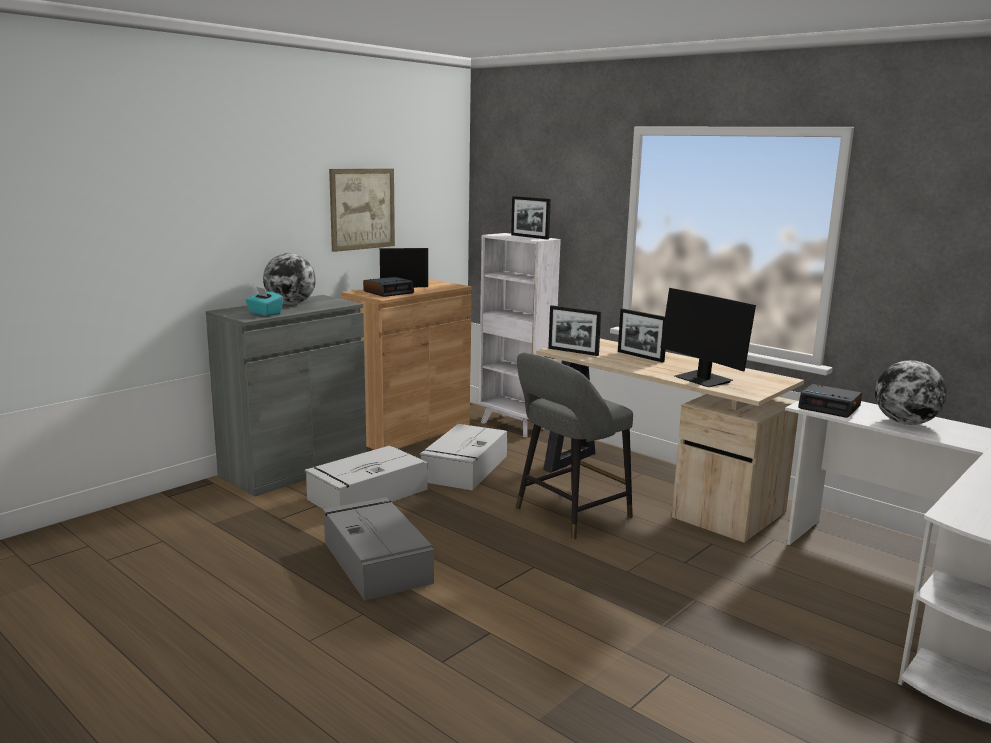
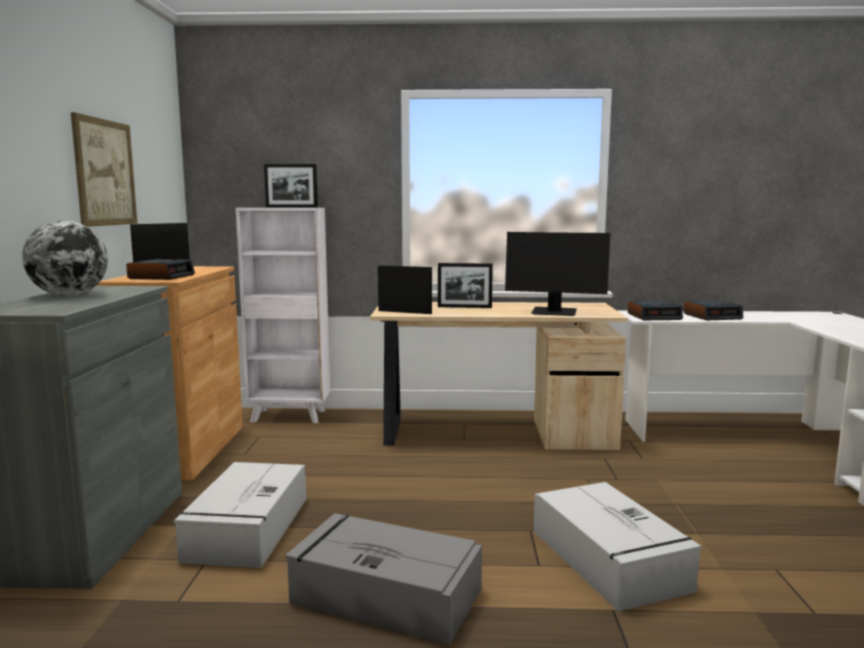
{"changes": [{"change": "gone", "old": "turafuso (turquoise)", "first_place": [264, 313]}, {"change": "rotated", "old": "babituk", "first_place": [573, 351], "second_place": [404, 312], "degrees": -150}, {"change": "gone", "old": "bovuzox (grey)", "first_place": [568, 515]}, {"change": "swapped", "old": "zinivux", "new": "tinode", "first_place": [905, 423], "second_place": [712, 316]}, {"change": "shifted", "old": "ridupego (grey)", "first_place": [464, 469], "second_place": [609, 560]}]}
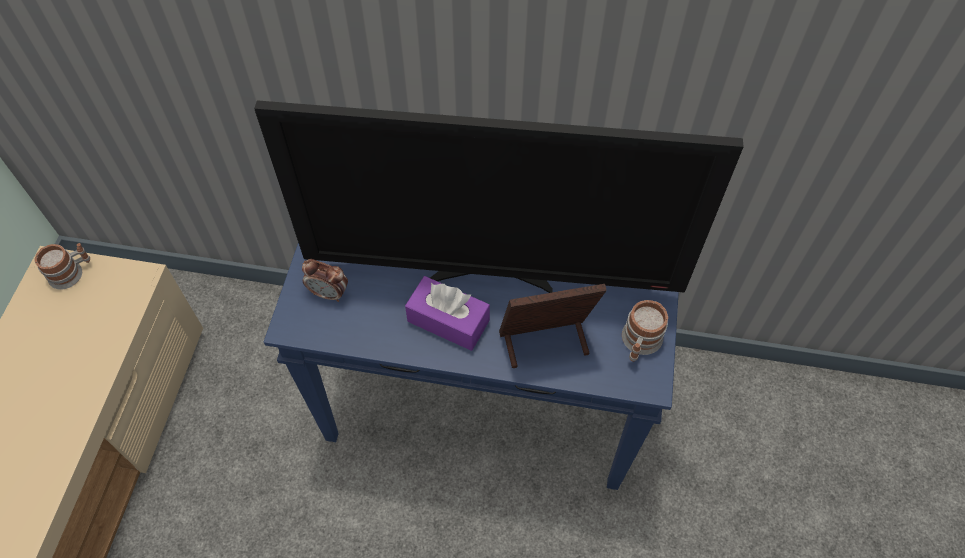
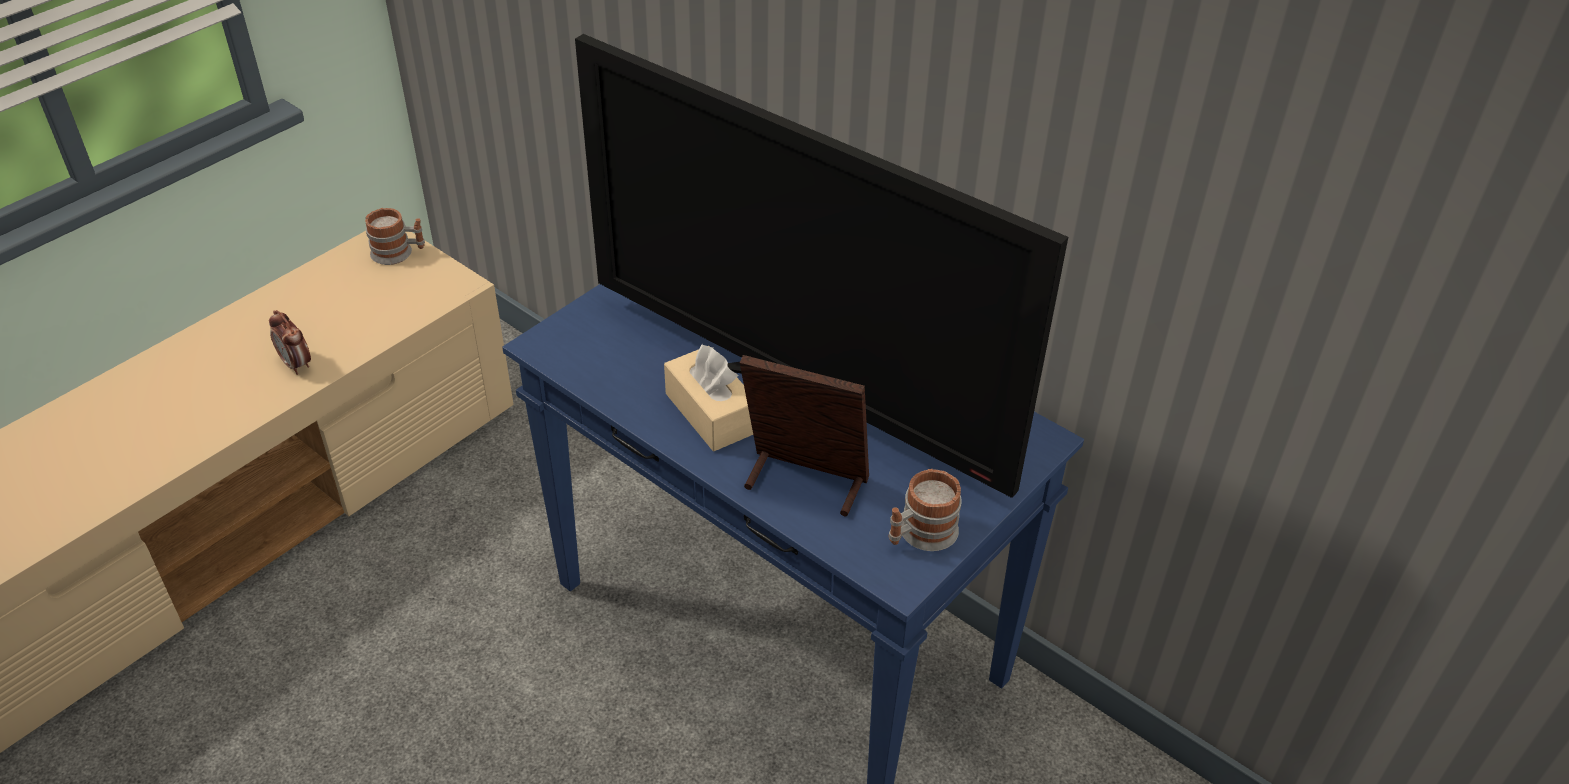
{"changes": [{"change": "shifted", "old": "tinode", "first_place": [329, 293], "second_place": [296, 364]}, {"change": "repainted", "old": "turafuso (purple)", "new": "turafuso (beige)", "first_place": [448, 321], "second_place": [711, 413]}]}
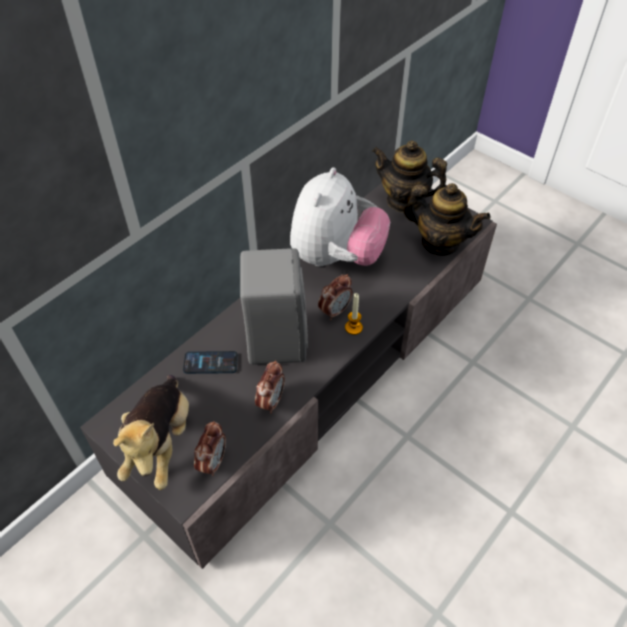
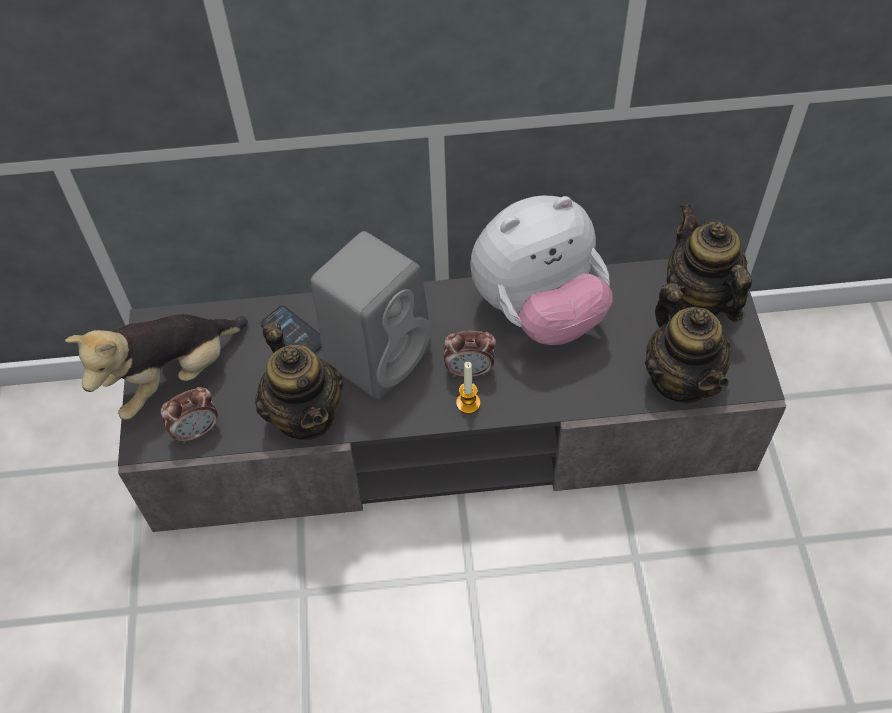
{"changes": [{"change": "swapped", "old": "tinode", "new": "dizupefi", "first_place": [271, 401], "second_place": [306, 415]}]}
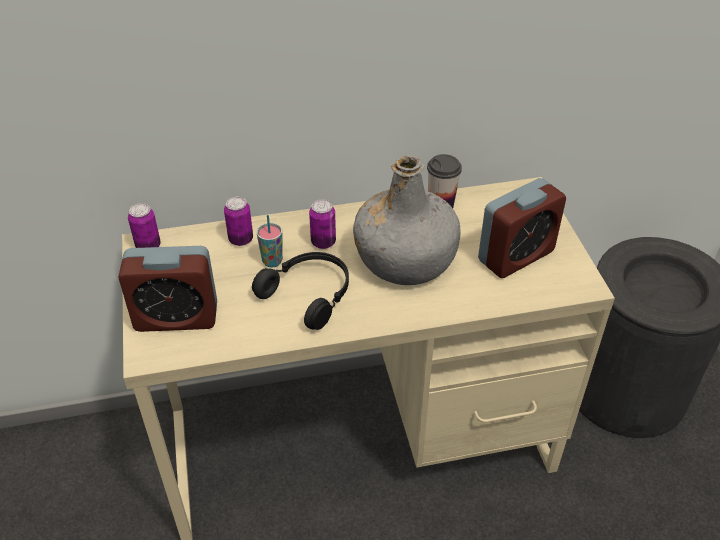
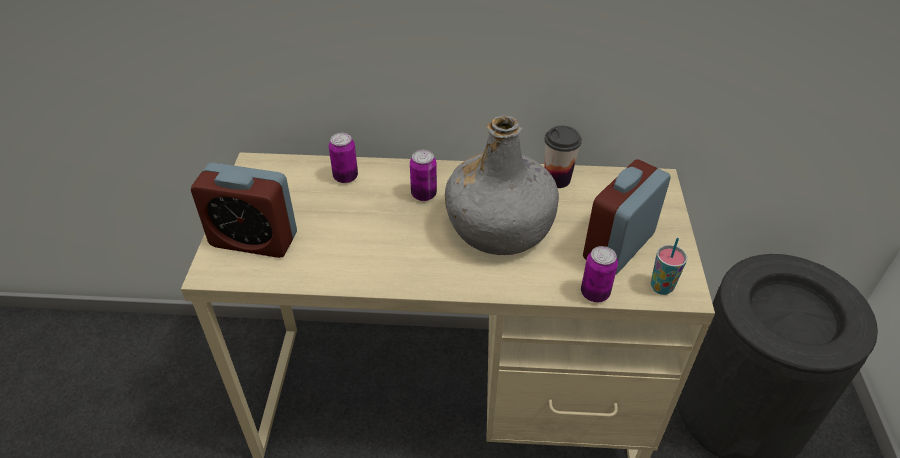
{"changes": [{"change": "rotated", "old": "tinode", "first_place": [516, 256], "second_place": [618, 246], "degrees": 150}, {"change": "shifted", "old": "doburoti", "first_place": [148, 246], "second_place": [594, 293]}, {"change": "shifted", "old": "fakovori", "first_place": [272, 261], "second_place": [661, 287]}, {"change": "gone", "old": "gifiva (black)", "first_place": [309, 294]}]}
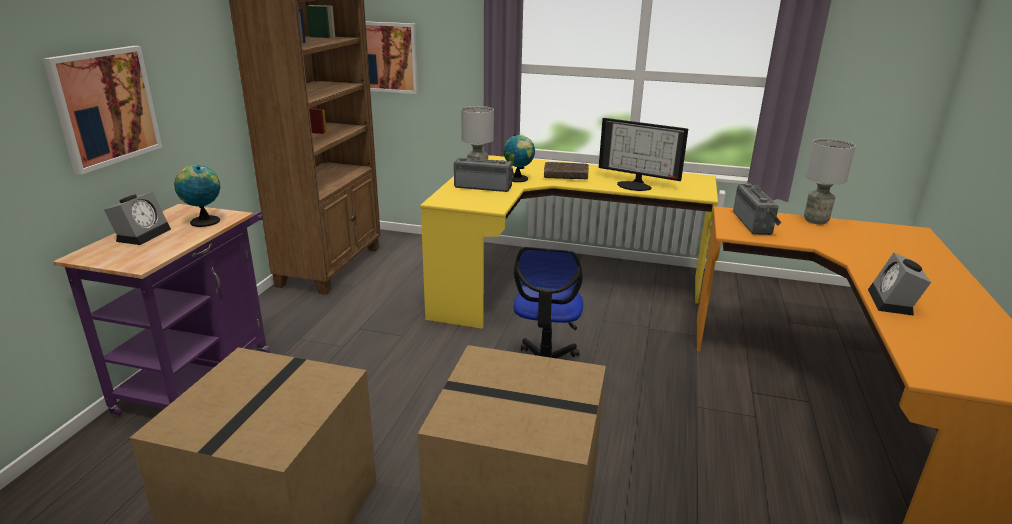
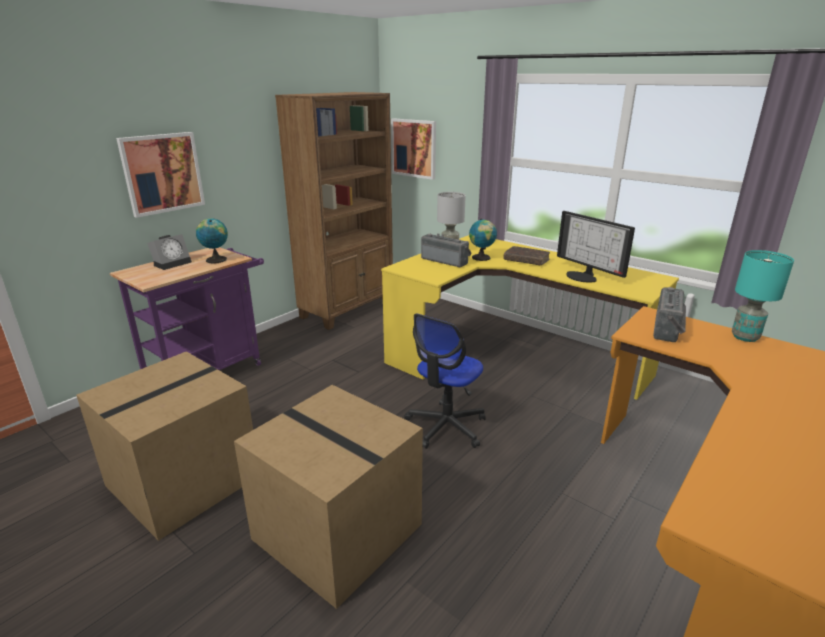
{"changes": [{"change": "repainted", "old": "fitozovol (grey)", "new": "fitozovol (turquoise)", "first_place": [816, 221], "second_place": [745, 337]}, {"change": "gone", "old": "tinode", "first_place": [893, 303]}]}
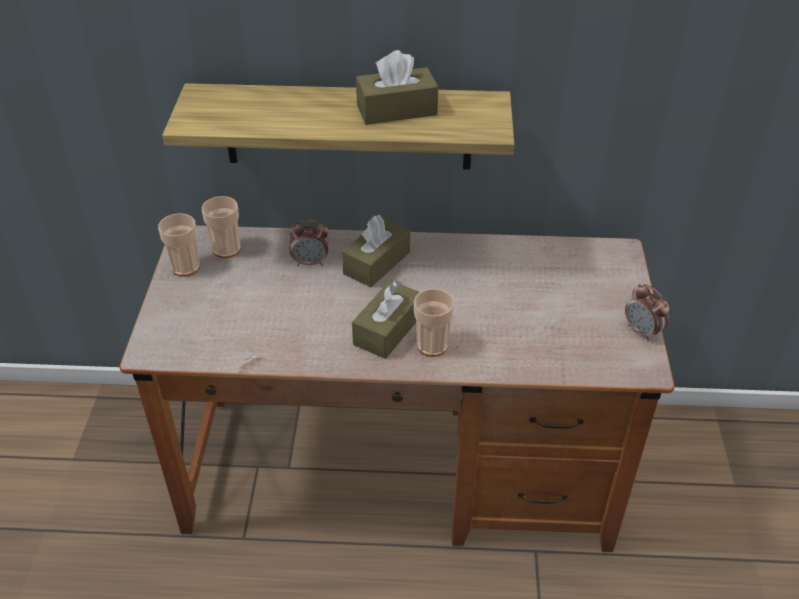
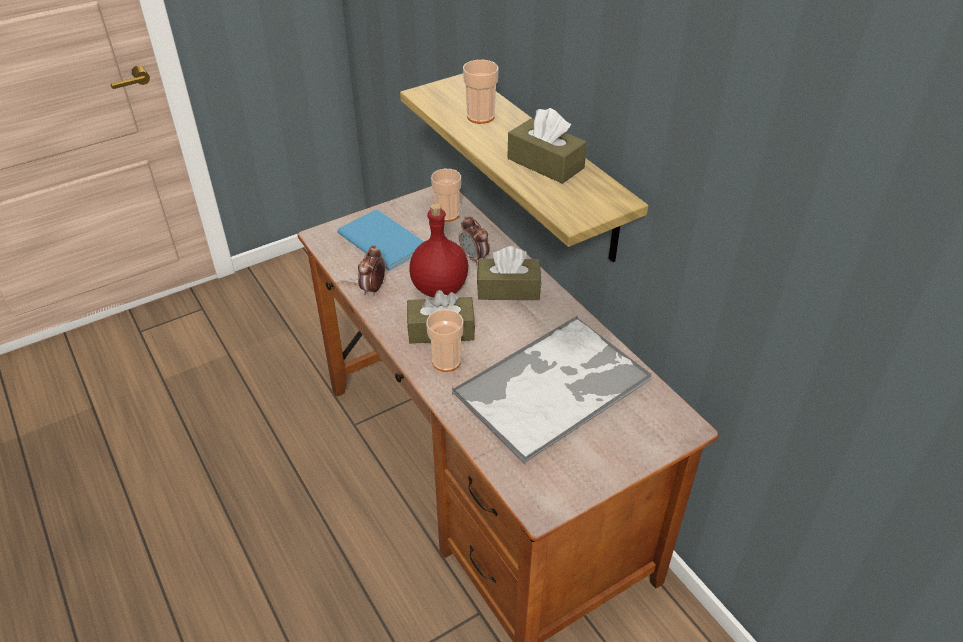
{"changes": [{"change": "shifted", "old": "fakovori", "first_place": [185, 267], "second_place": [480, 117]}, {"change": "shifted", "old": "tinode", "first_place": [642, 331], "second_place": [373, 289]}, {"change": "new", "new": "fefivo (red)", "second_place": [439, 288]}, {"change": "new", "new": "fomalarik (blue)", "second_place": [383, 239]}, {"change": "new", "new": "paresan", "second_place": [553, 386]}]}
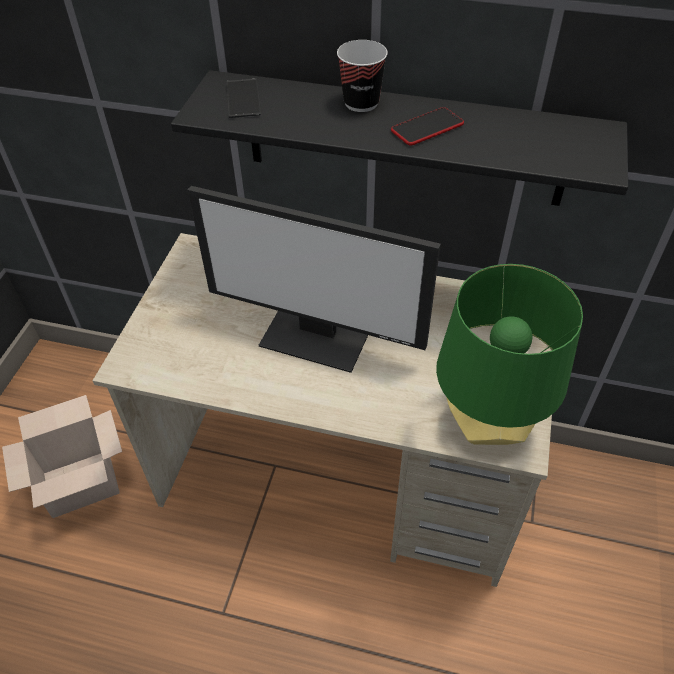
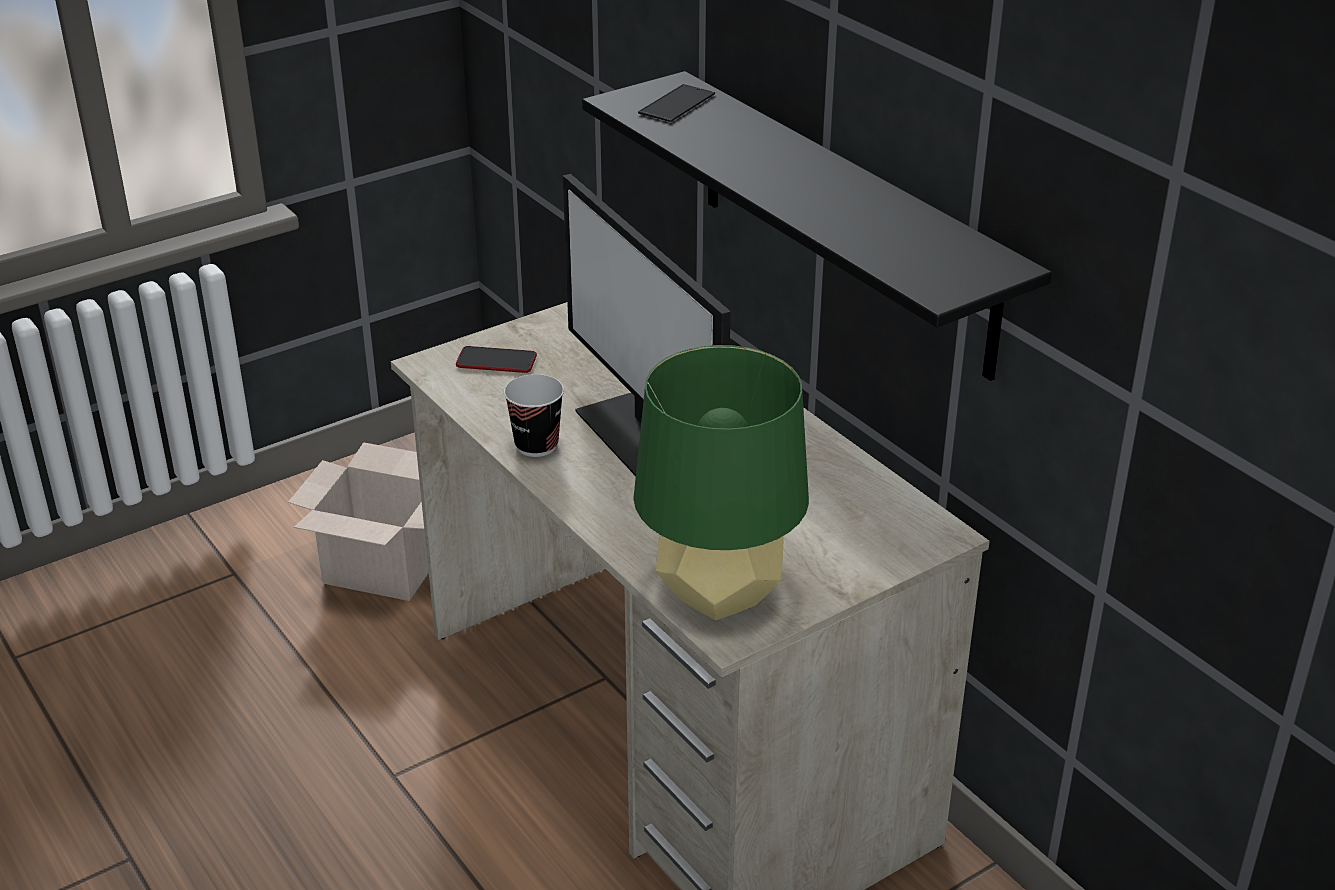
{"changes": [{"change": "shifted", "old": "fakovori", "first_place": [361, 103], "second_place": [536, 445]}, {"change": "shifted", "old": "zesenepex", "first_place": [427, 128], "second_place": [496, 361]}]}
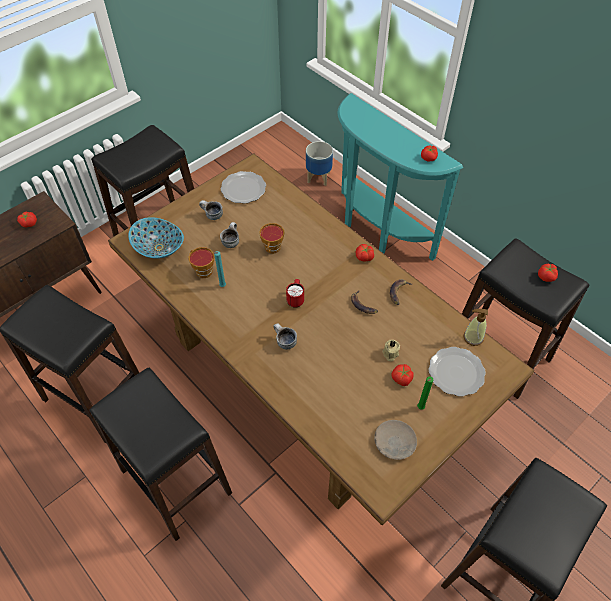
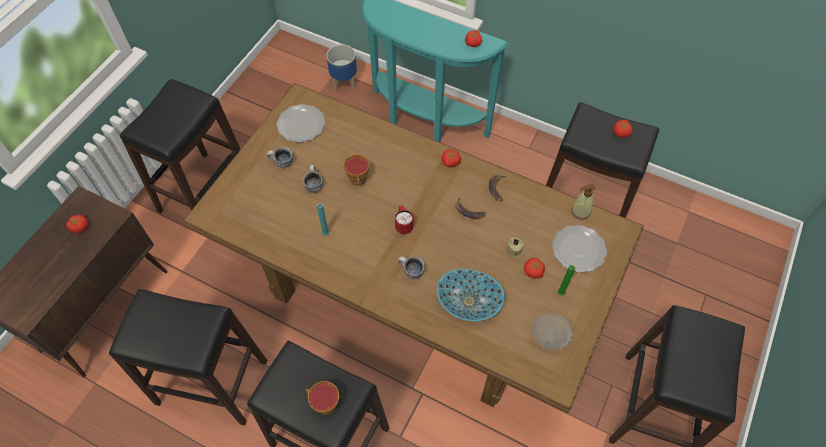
{"changes": [{"change": "shifted", "old": "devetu", "first_place": [159, 247], "second_place": [468, 301]}, {"change": "shifted", "old": "fakovori", "first_place": [202, 270], "second_place": [324, 404]}]}
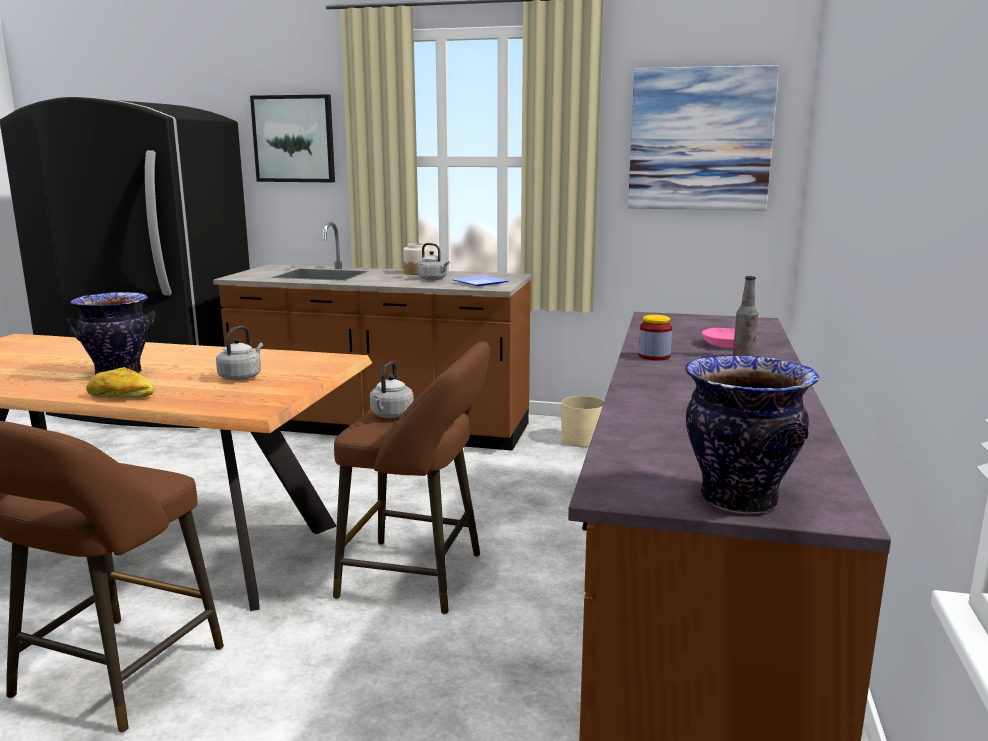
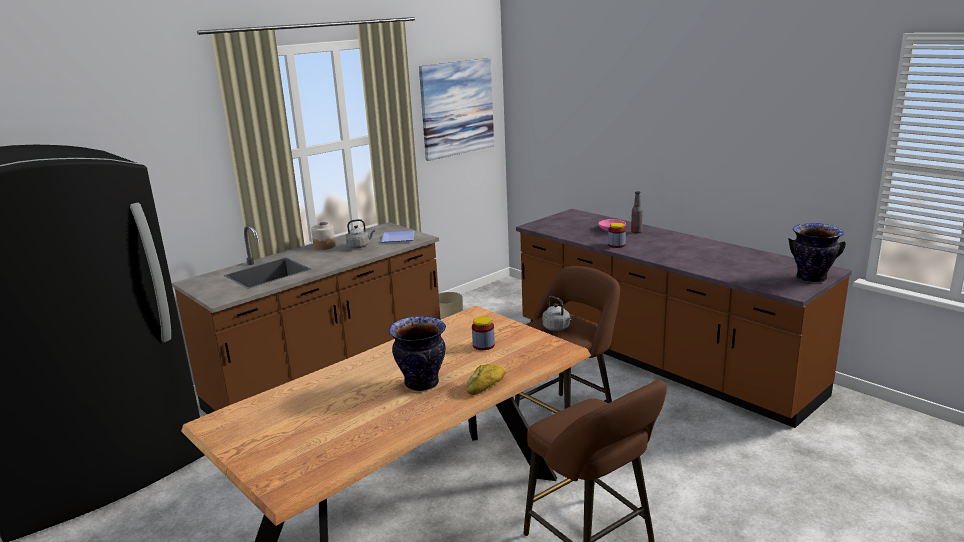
{"changes": [{"change": "gone", "old": "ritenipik", "first_place": [294, 139]}, {"change": "swapped", "old": "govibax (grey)", "new": "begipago", "first_place": [241, 377], "second_place": [483, 345]}]}
